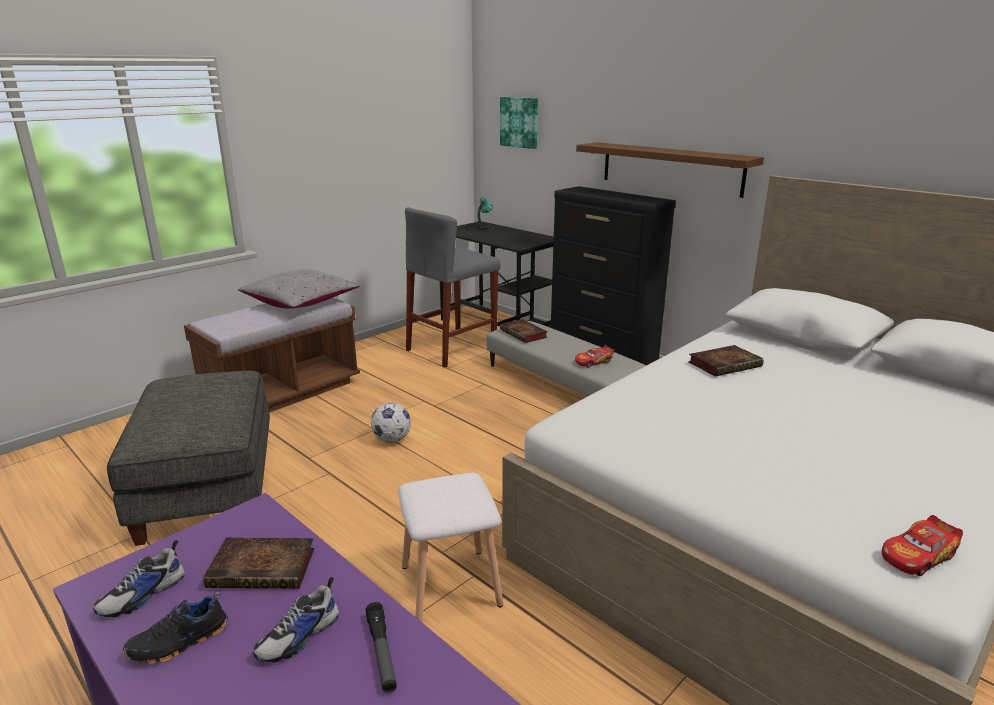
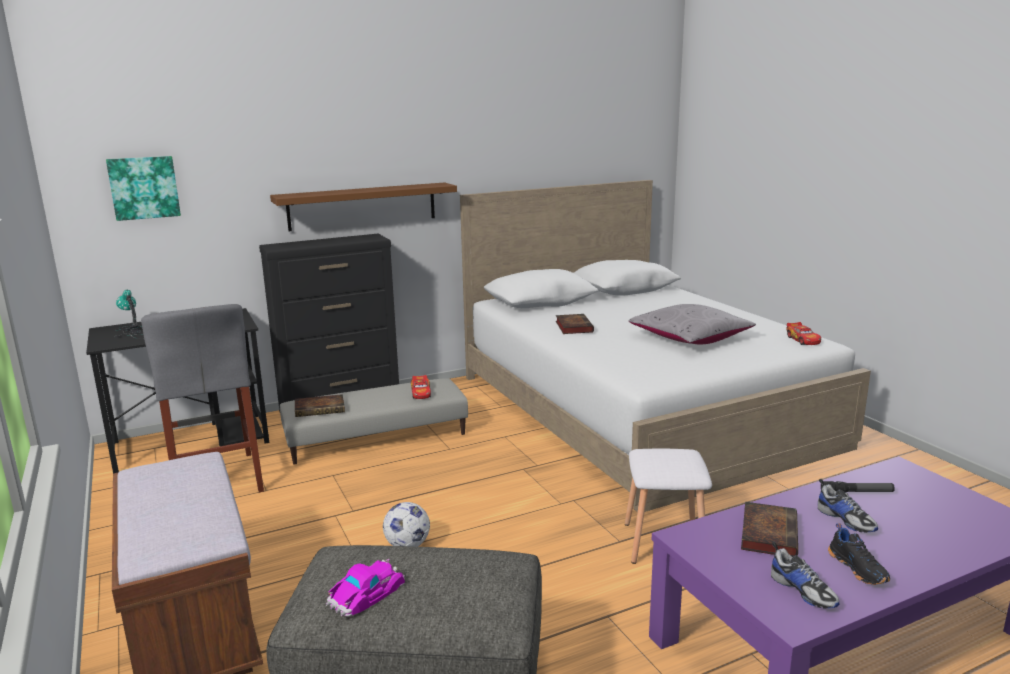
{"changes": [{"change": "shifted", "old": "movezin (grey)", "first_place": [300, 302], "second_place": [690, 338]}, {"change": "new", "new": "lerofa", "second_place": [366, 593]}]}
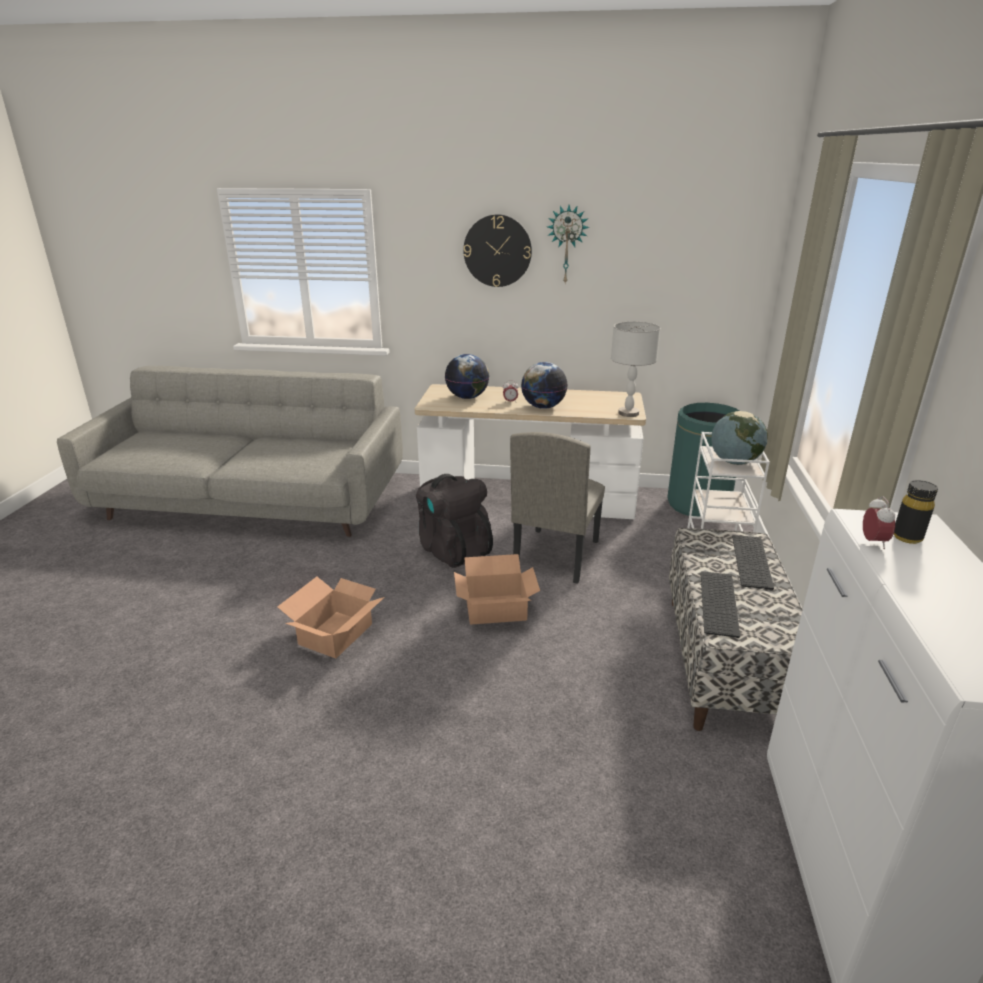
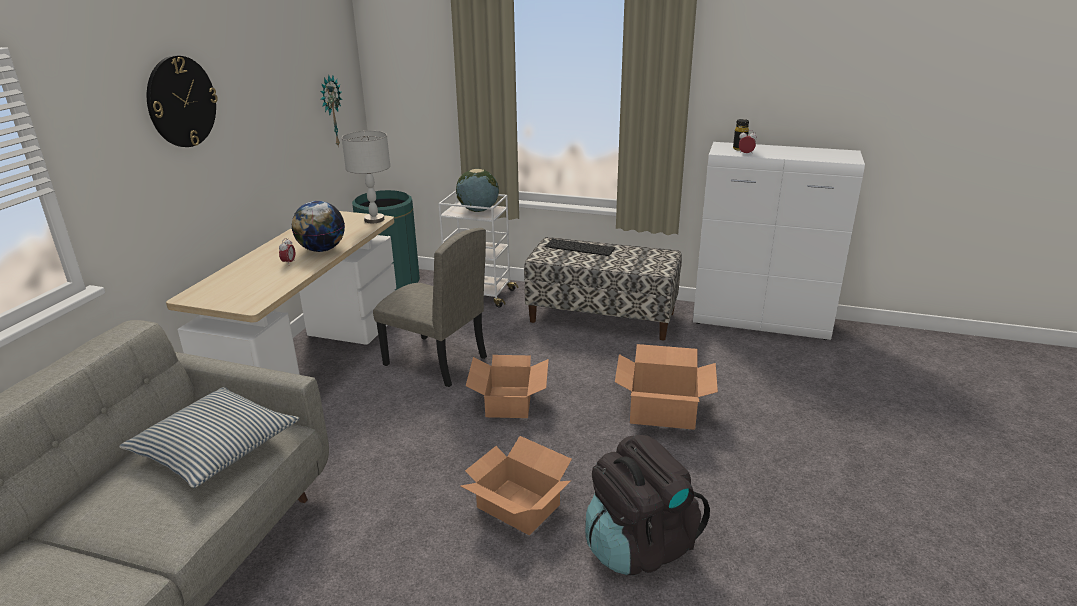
{"changes": [{"change": "shifted", "old": "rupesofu", "first_place": [567, 244], "second_place": [330, 111]}, {"change": "gone", "old": "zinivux", "first_place": [467, 397]}, {"change": "shifted", "old": "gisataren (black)", "first_place": [453, 550], "second_place": [639, 546]}, {"change": "gone", "old": "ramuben", "first_place": [721, 604]}, {"change": "new", "new": "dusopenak", "second_place": [662, 409]}, {"change": "new", "new": "movezin", "second_place": [215, 448]}]}
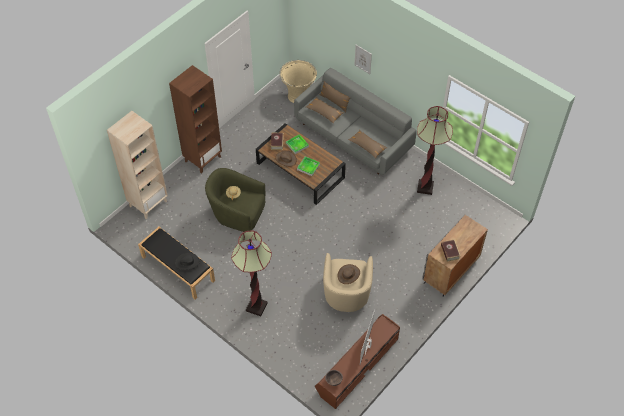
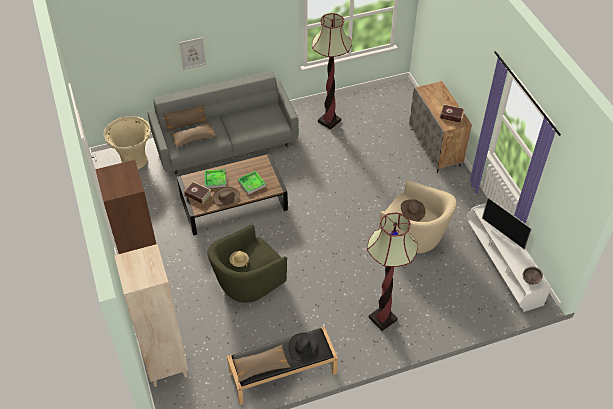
{"changes": [{"change": "shifted", "old": "movezin (brown)", "first_place": [367, 146], "second_place": [261, 366]}, {"change": "repainted", "old": "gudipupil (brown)", "new": "gudipupil (white)", "first_place": [357, 365], "second_place": [502, 265]}]}
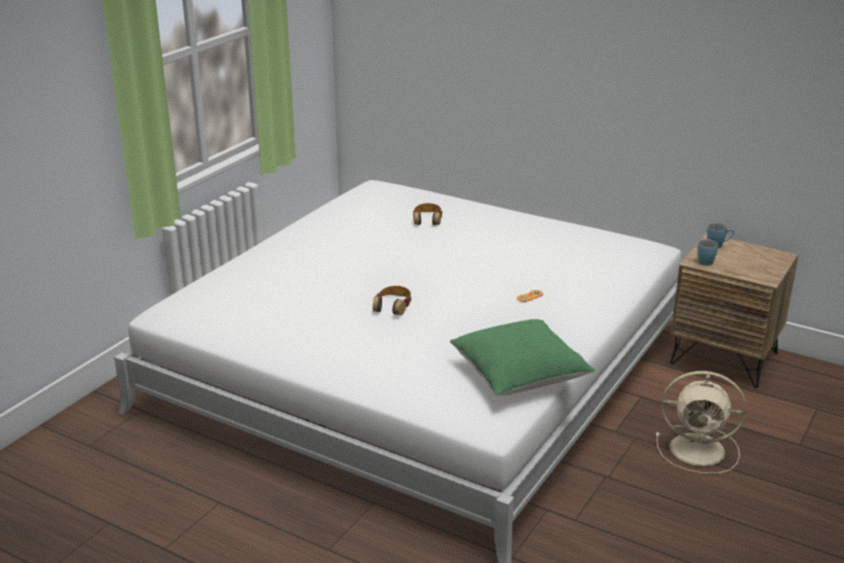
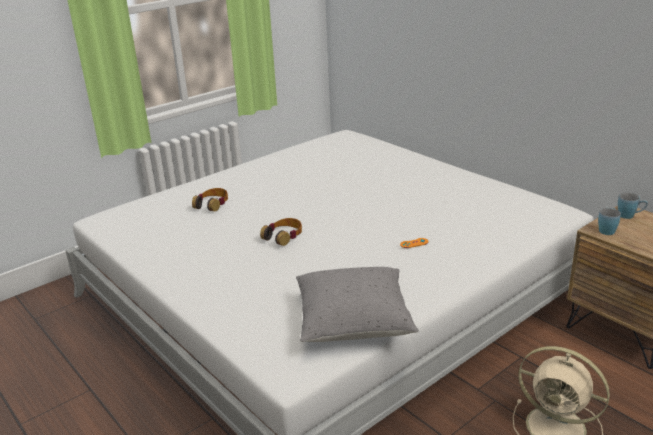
{"changes": [{"change": "shifted", "old": "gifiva", "first_place": [427, 219], "second_place": [212, 204]}, {"change": "repainted", "old": "movezin (green)", "new": "movezin (grey)", "first_place": [519, 376], "second_place": [353, 322]}]}
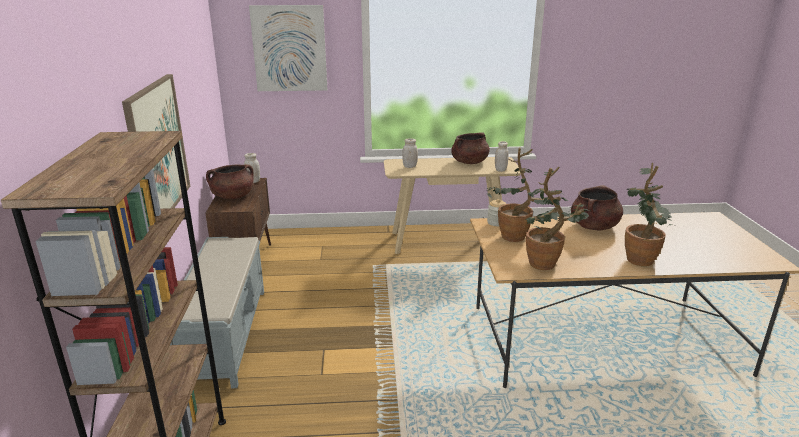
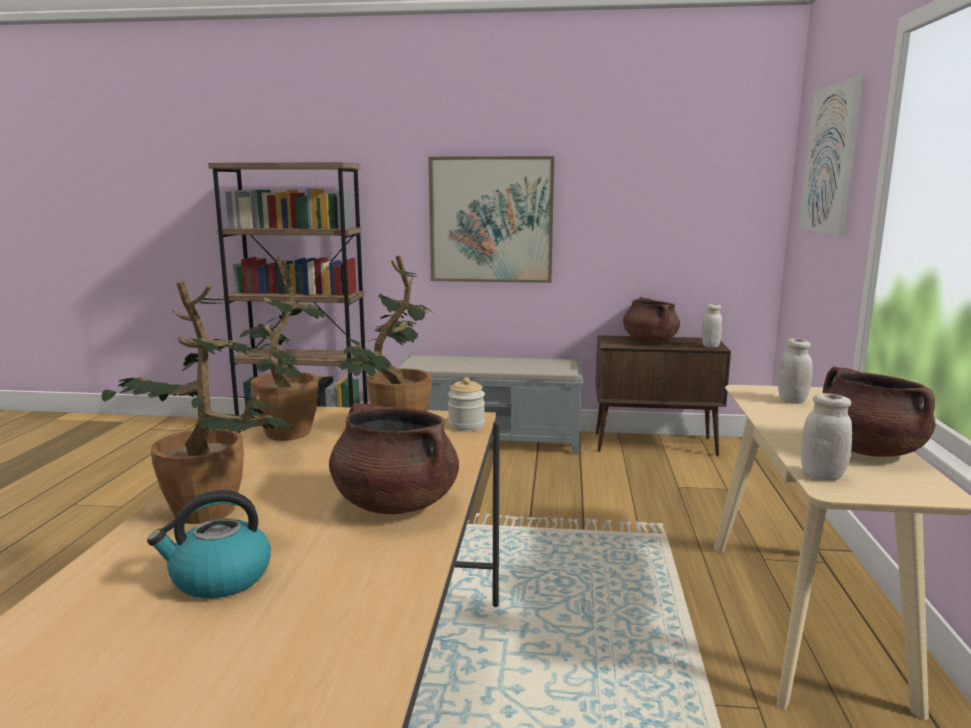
{"changes": [{"change": "new", "new": "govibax", "second_place": [219, 578]}]}
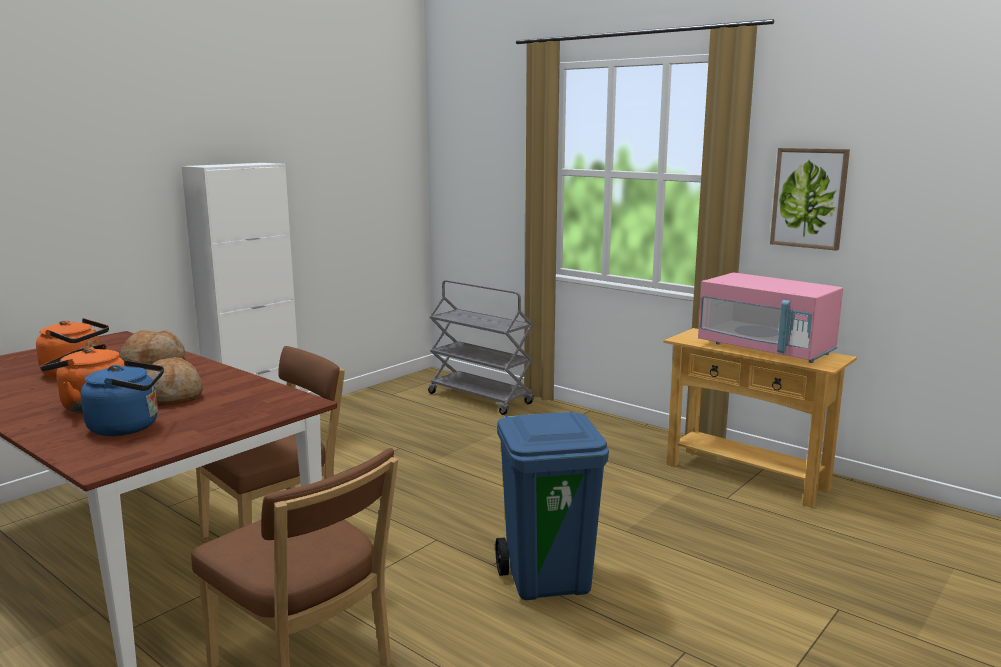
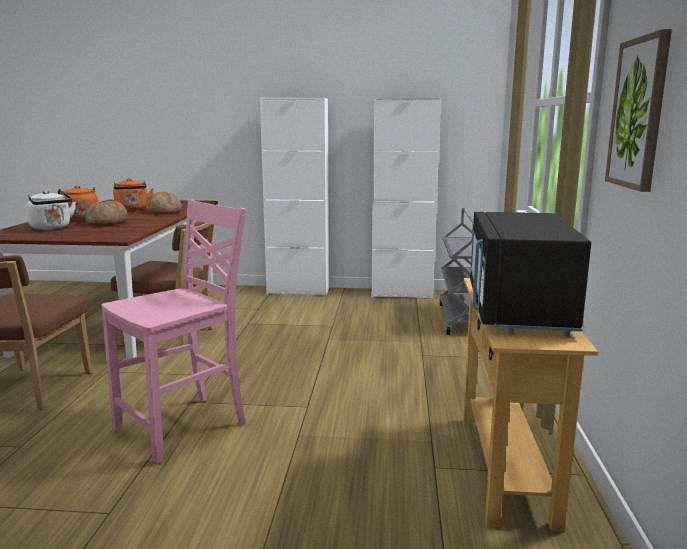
{"changes": [{"change": "repainted", "old": "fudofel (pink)", "new": "fudofel (black)", "first_place": [765, 349], "second_place": [517, 310]}, {"change": "repainted", "old": "govibax (blue)", "new": "govibax (white)", "first_place": [129, 427], "second_place": [52, 228]}, {"change": "swapped", "old": "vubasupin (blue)", "new": "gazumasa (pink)", "first_place": [549, 580], "second_place": [184, 427]}, {"change": "new", "new": "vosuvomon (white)", "second_place": [401, 294]}]}
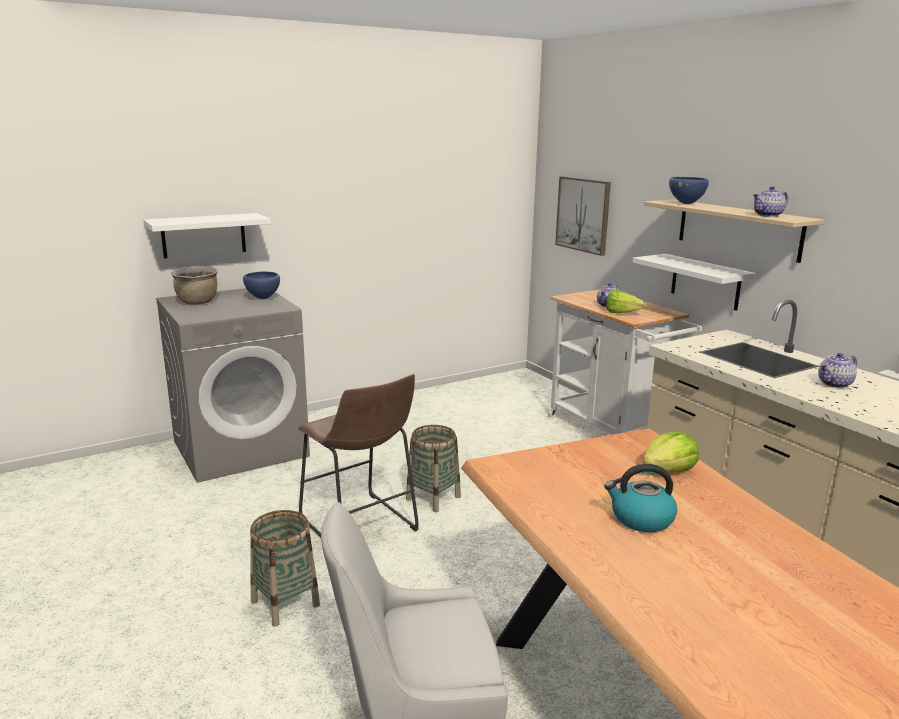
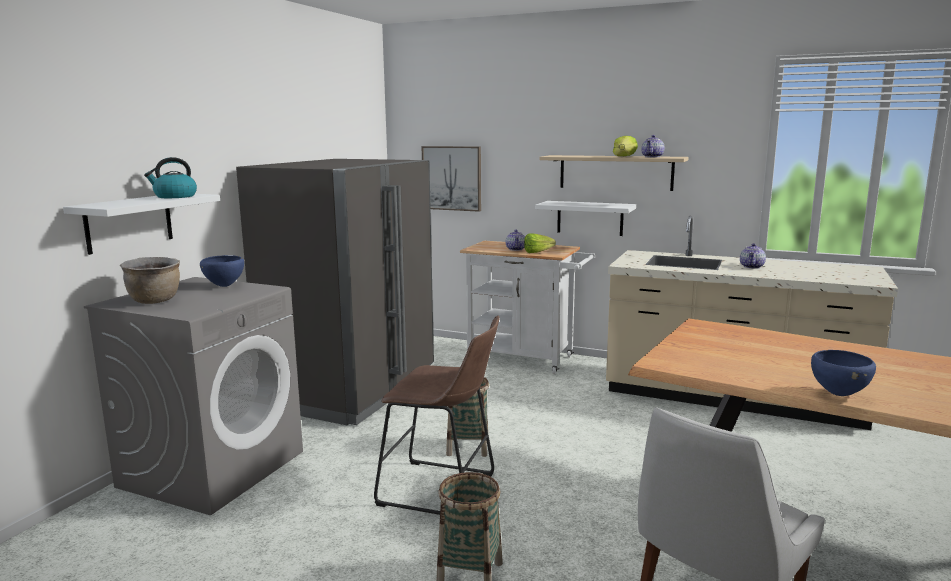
{"changes": [{"change": "shifted", "old": "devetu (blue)", "first_place": [686, 204], "second_place": [838, 394]}, {"change": "shifted", "old": "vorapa", "first_place": [668, 471], "second_place": [624, 156]}, {"change": "shifted", "old": "govibax", "first_place": [641, 519], "second_place": [174, 196]}, {"change": "new", "new": "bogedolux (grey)", "second_place": [352, 389]}]}
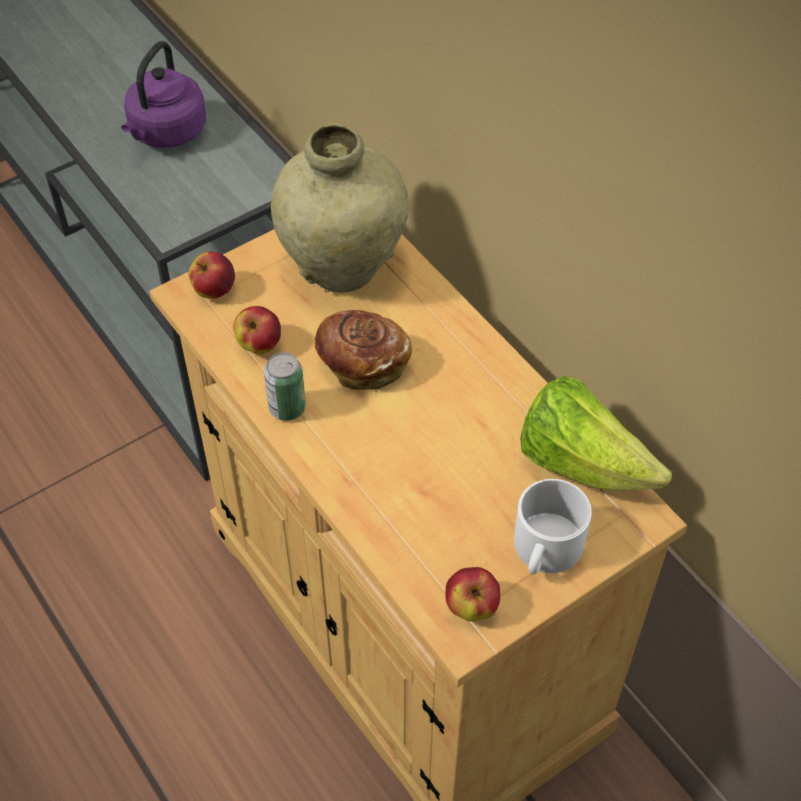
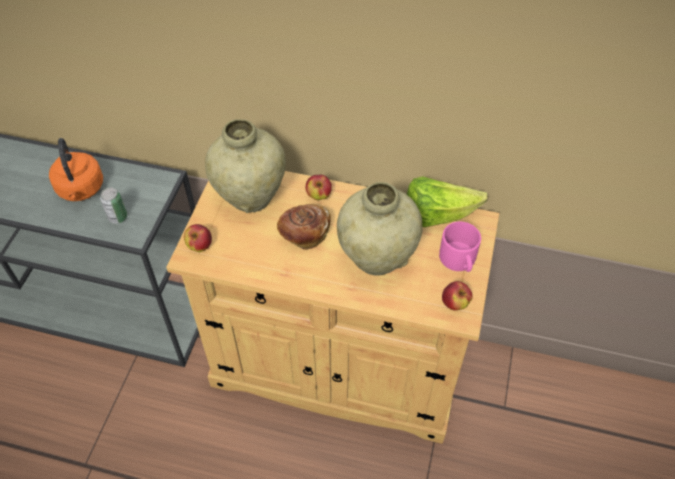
{"changes": [{"change": "repainted", "old": "govibax (purple)", "new": "govibax (orange)", "first_place": [166, 133], "second_place": [81, 190]}, {"change": "shifted", "old": "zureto", "first_place": [259, 345], "second_place": [318, 195]}, {"change": "shifted", "old": "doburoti", "first_place": [287, 408], "second_place": [118, 217]}, {"change": "repainted", "old": "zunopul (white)", "new": "zunopul (pink)", "first_place": [545, 550], "second_place": [459, 260]}, {"change": "new", "new": "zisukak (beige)", "second_place": [376, 258]}]}
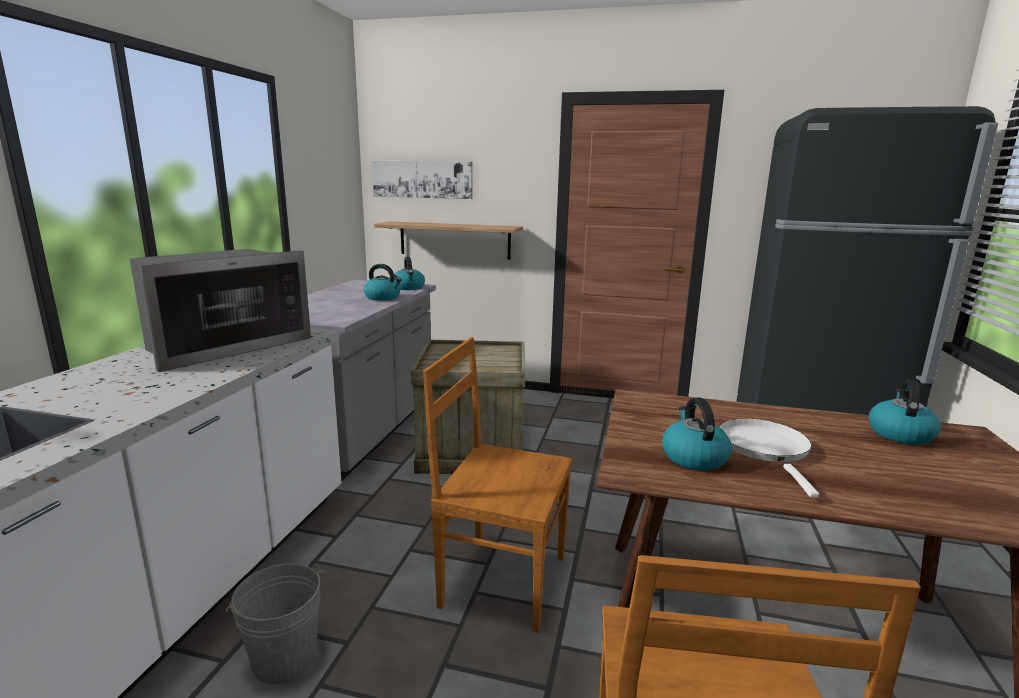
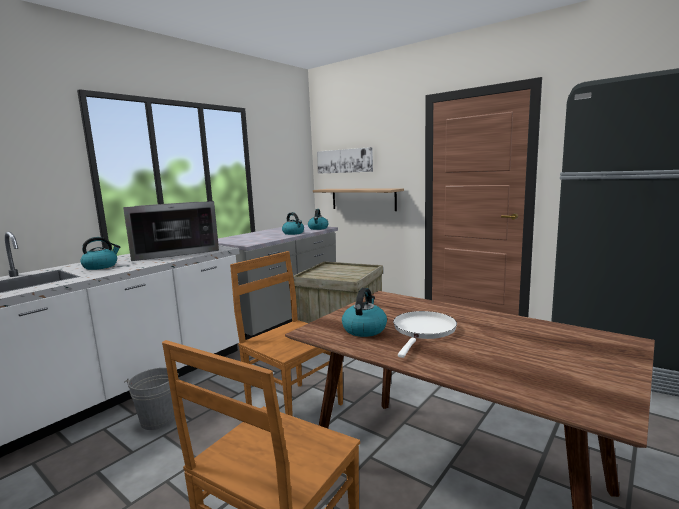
{"changes": [{"change": "shifted", "old": "govibax", "first_place": [899, 434], "second_place": [101, 266]}]}
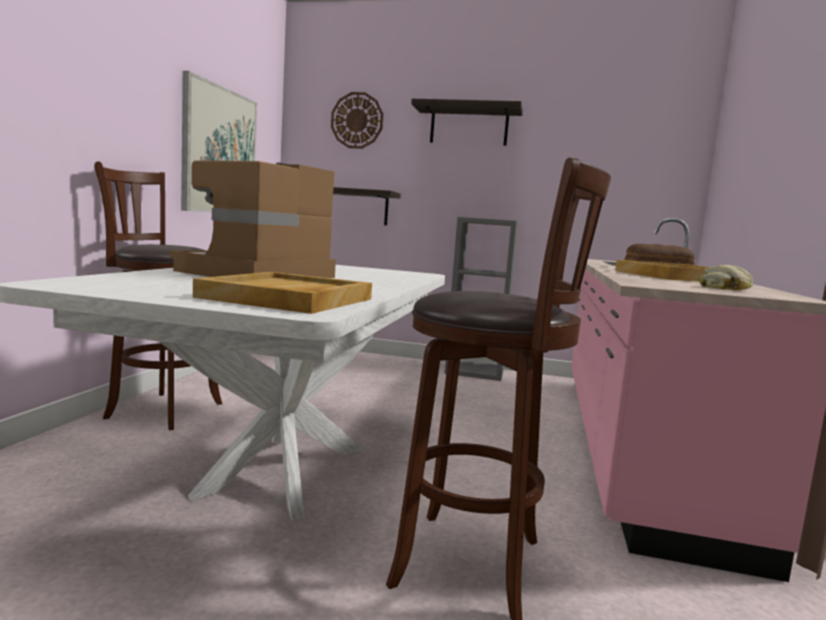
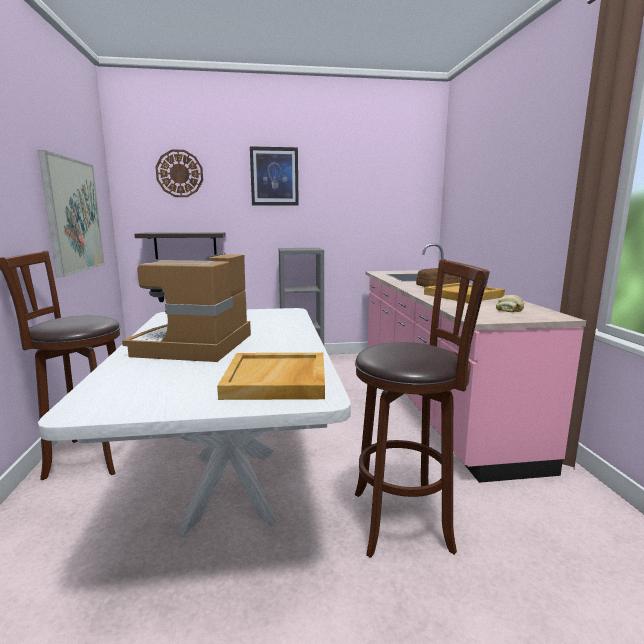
{"changes": [{"change": "swapped", "old": "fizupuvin", "new": "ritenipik", "first_place": [469, 126], "second_place": [274, 176]}]}
